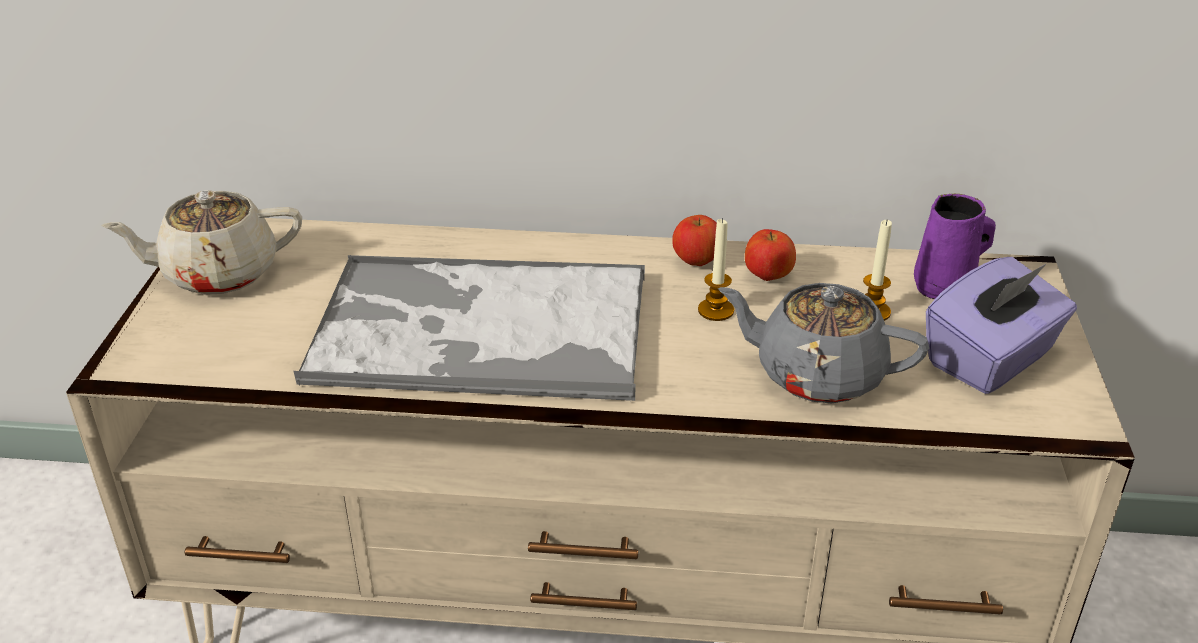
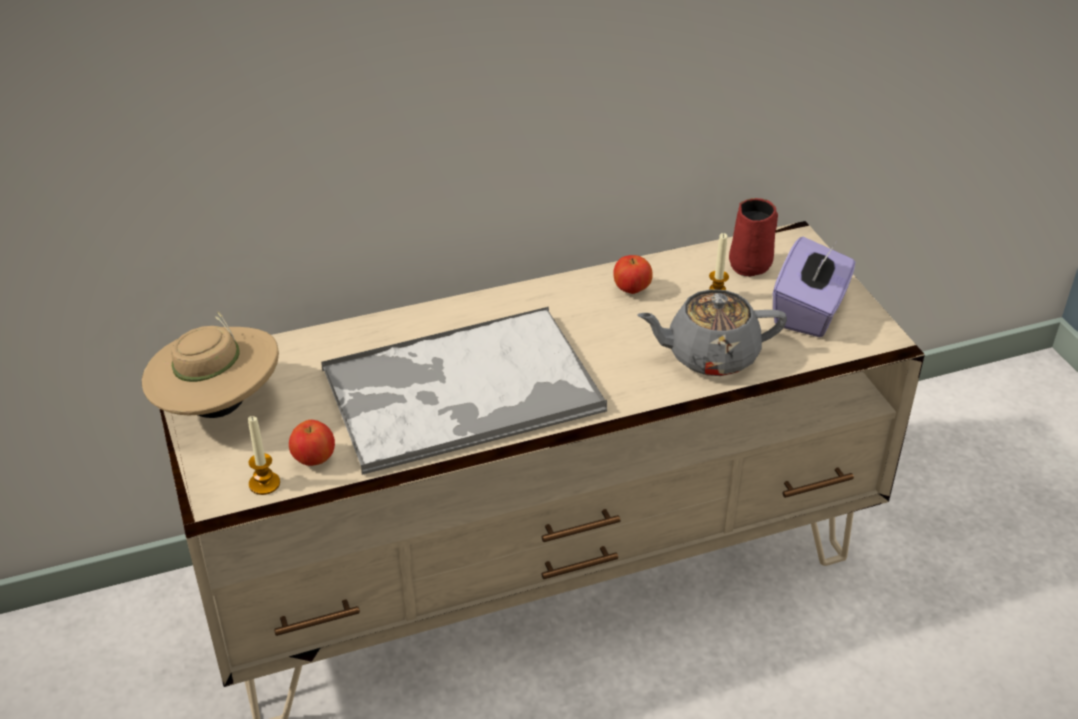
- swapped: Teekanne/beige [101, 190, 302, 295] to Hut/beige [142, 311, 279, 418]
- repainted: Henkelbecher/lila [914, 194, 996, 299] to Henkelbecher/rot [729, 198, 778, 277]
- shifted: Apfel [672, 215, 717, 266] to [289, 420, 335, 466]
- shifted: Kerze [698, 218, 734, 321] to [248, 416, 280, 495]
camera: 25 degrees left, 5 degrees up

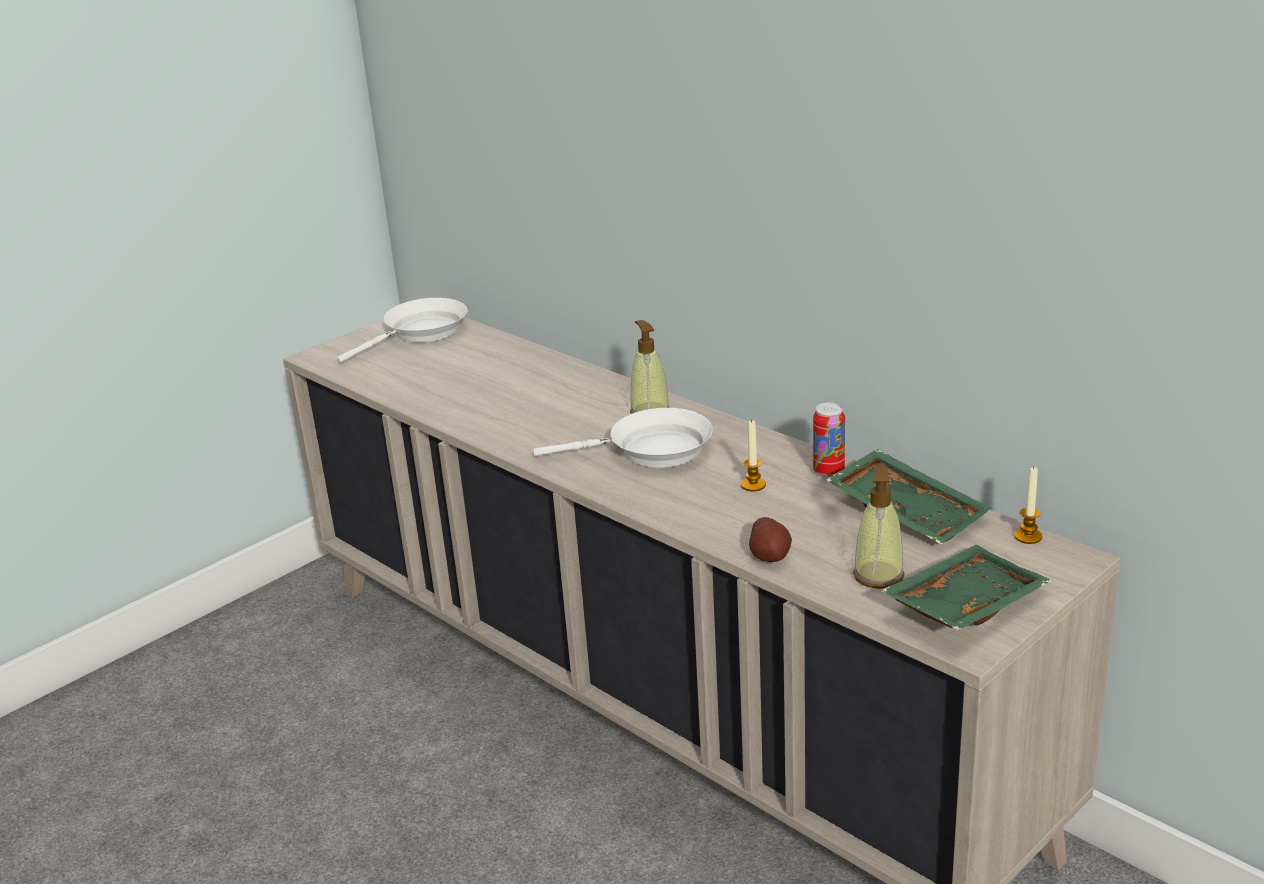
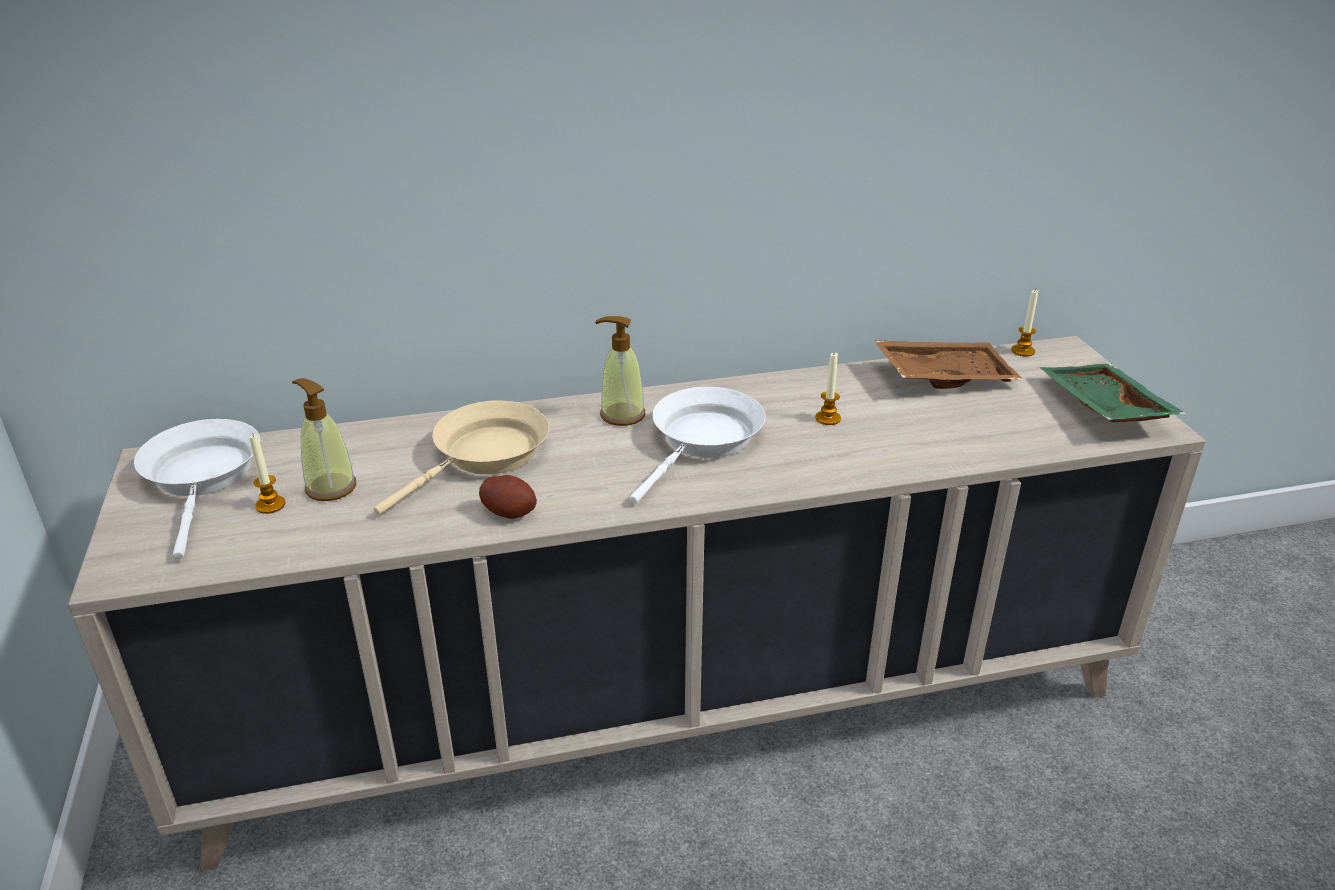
- gone: Dose [813, 403, 845, 478]
- repainted: Tablett/grün [826, 449, 991, 544] to Tablett/braun [874, 340, 1023, 389]
- shifted: Seifenspender [853, 463, 905, 589] to [292, 378, 357, 501]
- shifted: Kartoffel [749, 517, 792, 562] to [479, 475, 537, 519]
- new: Pfanne/beige [373, 401, 549, 515]
- new: Kerze [249, 433, 286, 514]
camera: 60 degrees left, 5 degrees up

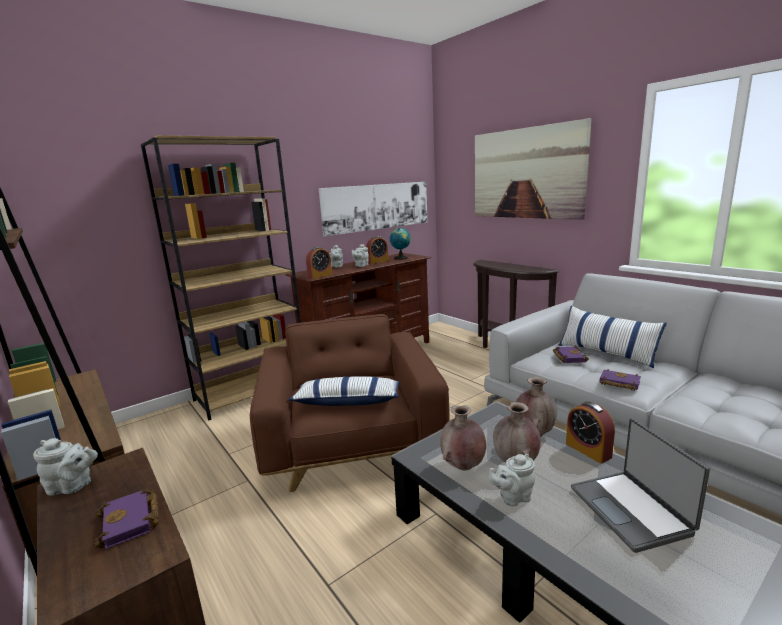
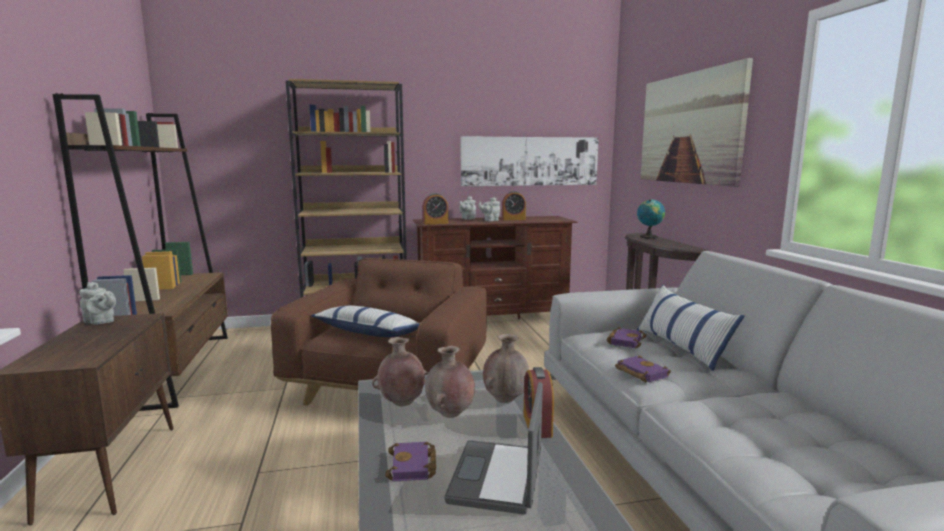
- shifted: Globus [390, 228, 411, 260] to [637, 199, 665, 239]
- gone: Teekanne/grau [489, 454, 535, 506]
- shifted: Buch/lila [94, 490, 159, 549] to [385, 442, 436, 481]
camera: 25 degrees right, 5 degrees down

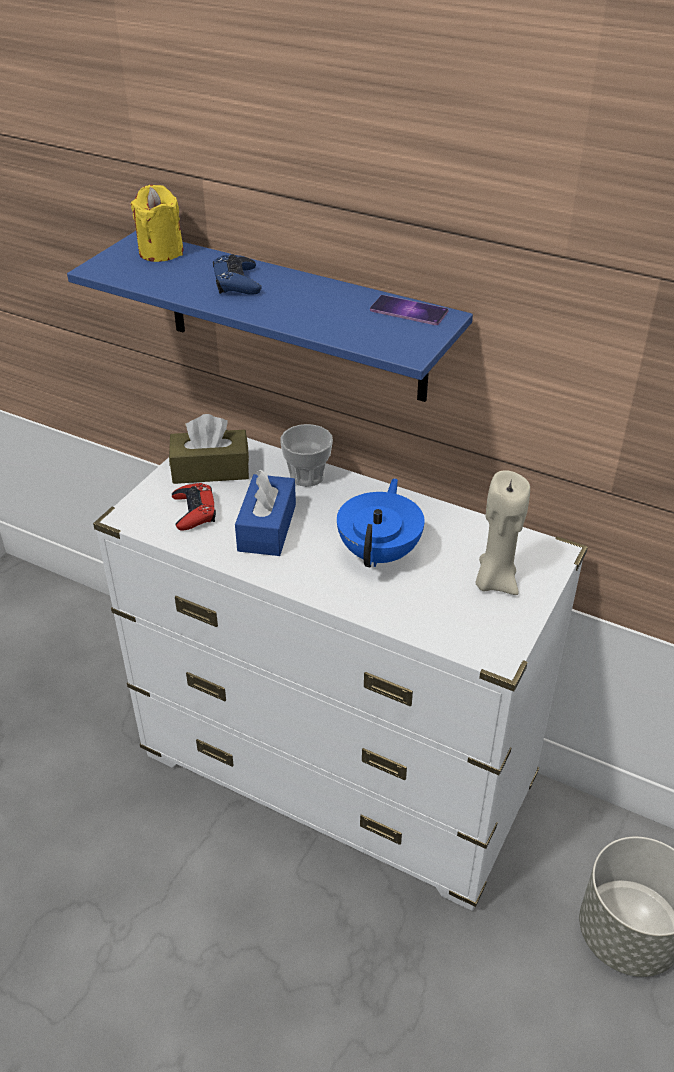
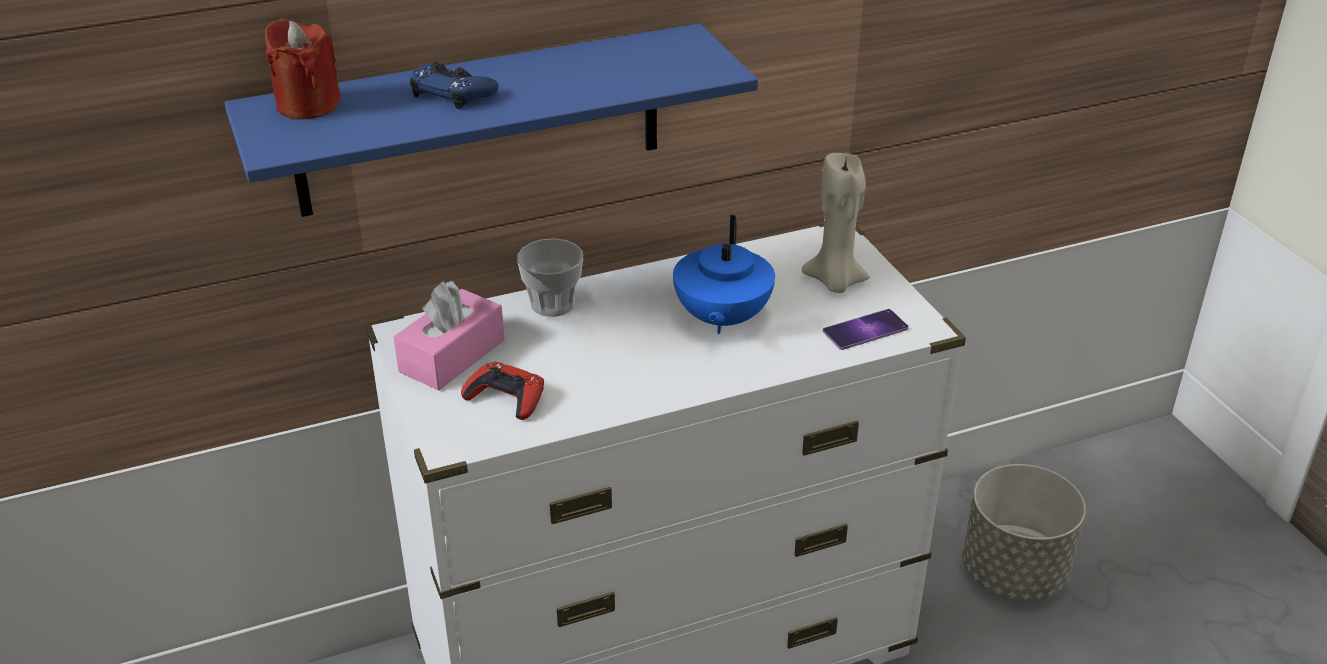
- repainted: Kerze/gelb [130, 185, 184, 262] to Kerze/rot [265, 18, 341, 120]
- shifted: Handy [370, 295, 449, 325] to [823, 309, 908, 350]
- repainted: Taschentuchbox/braun [169, 414, 249, 484] to Taschentuchbox/rosa [394, 281, 505, 390]
- gone: Taschentuchbox/blau [235, 469, 296, 556]
- rotated: Teekanne/blau [337, 478, 425, 567] = [673, 215, 775, 334] 135 degrees counterclockwise
camera: 50 degrees left, 5 degrees down

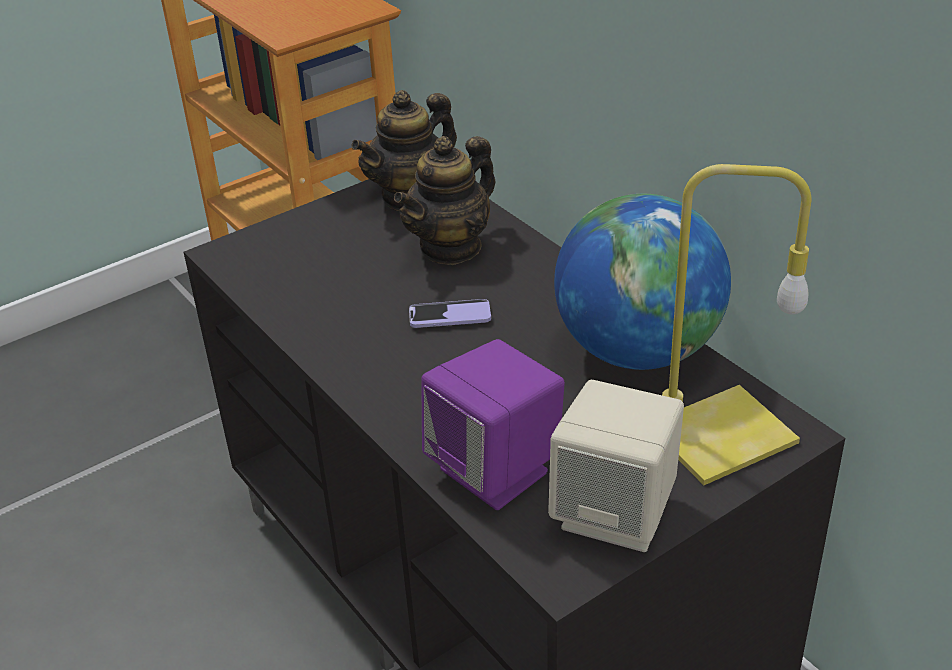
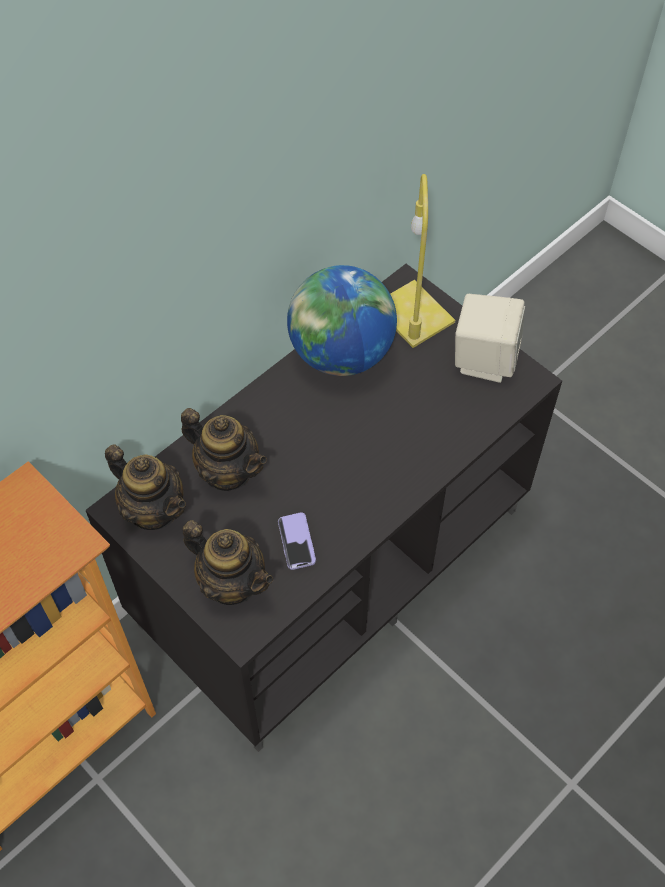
- shifted: Handy [409, 299, 491, 328] to [278, 512, 316, 570]
- gone: Lautsprecher/lila [421, 339, 565, 510]
- new: Teekanne [183, 520, 273, 605]
camera: 100 degrees left, 20 degrees up

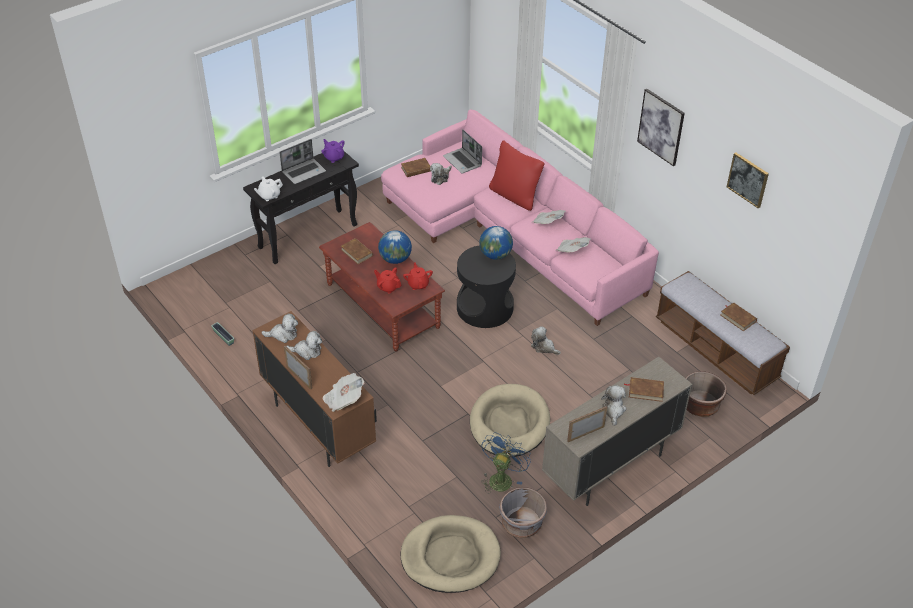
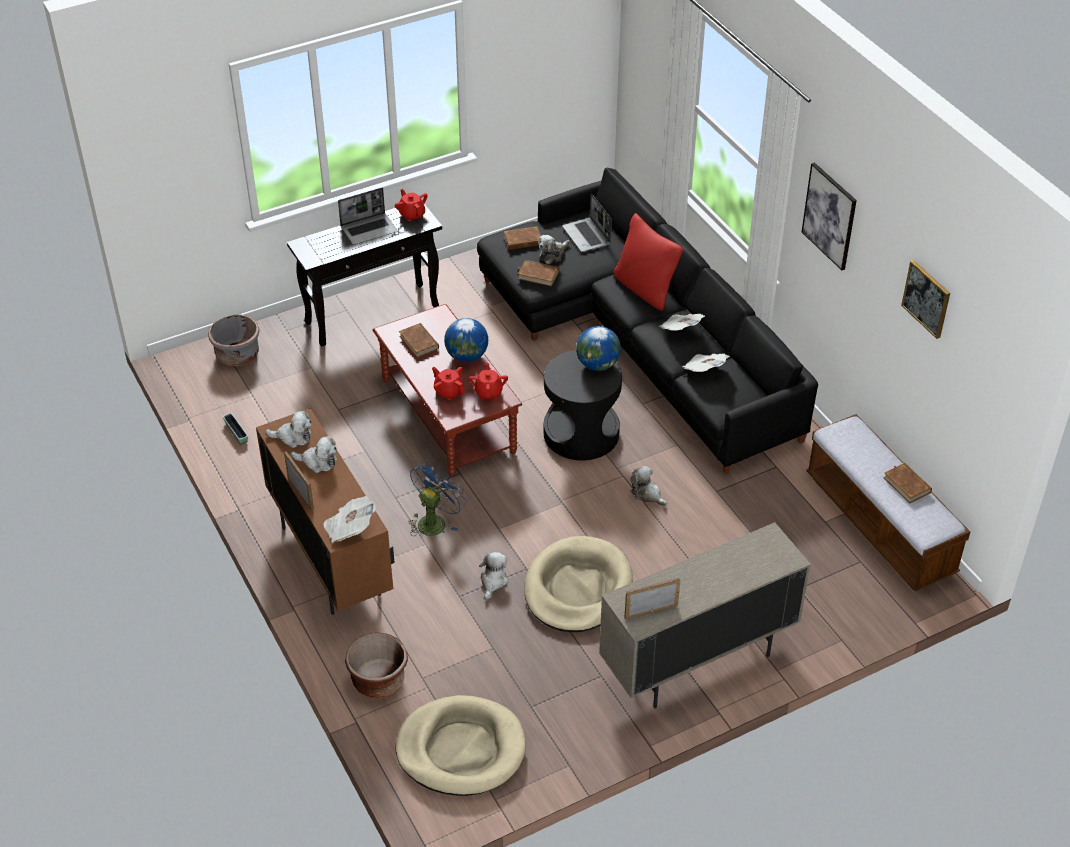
- repainted: Sofa/rosa [381, 110, 659, 326] to Sofa/schwarz [477, 168, 818, 475]
- repainted: Teekanne/lila [321, 139, 345, 163] to Teekanne/rot [395, 189, 428, 221]
- gone: Teekanne/weiß [254, 176, 283, 201]
- shifted: Pflanzkübel/braun [686, 371, 727, 417] to [345, 633, 408, 698]
- shifted: Buch/braun [624, 377, 664, 402] to [517, 260, 559, 287]
- shifted: Plüschtier [601, 385, 626, 426] to [479, 552, 509, 600]
- shifted: Ventilator/blau [481, 432, 531, 494] to [409, 461, 467, 536]
- shifted: Pflanzkübel/grau [499, 487, 547, 538] to [208, 315, 259, 366]
camera: 10 degrees right, 0 degrees up

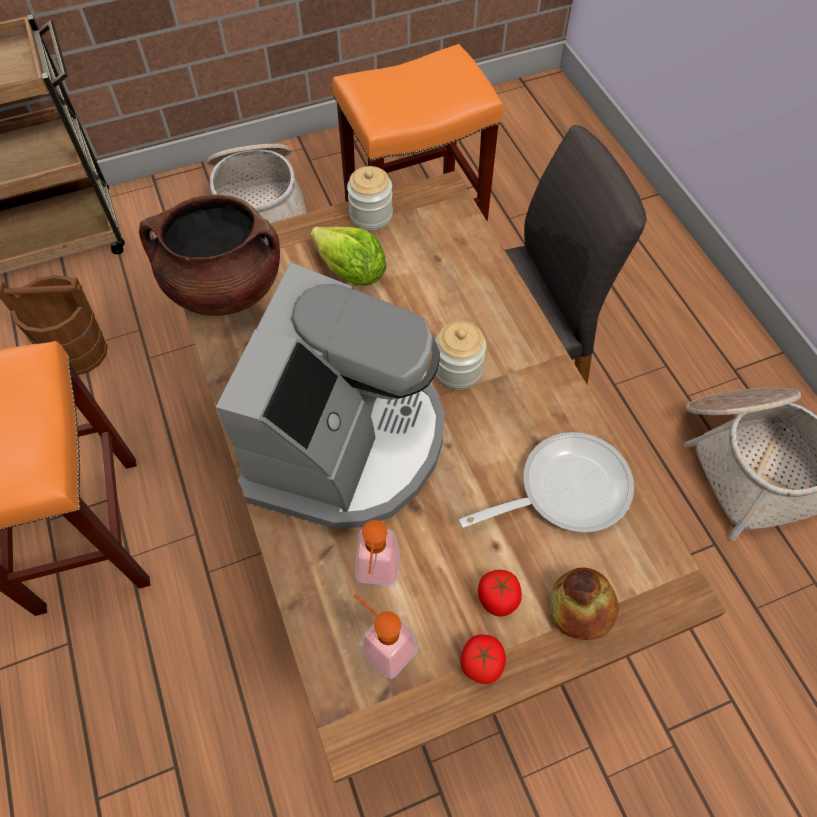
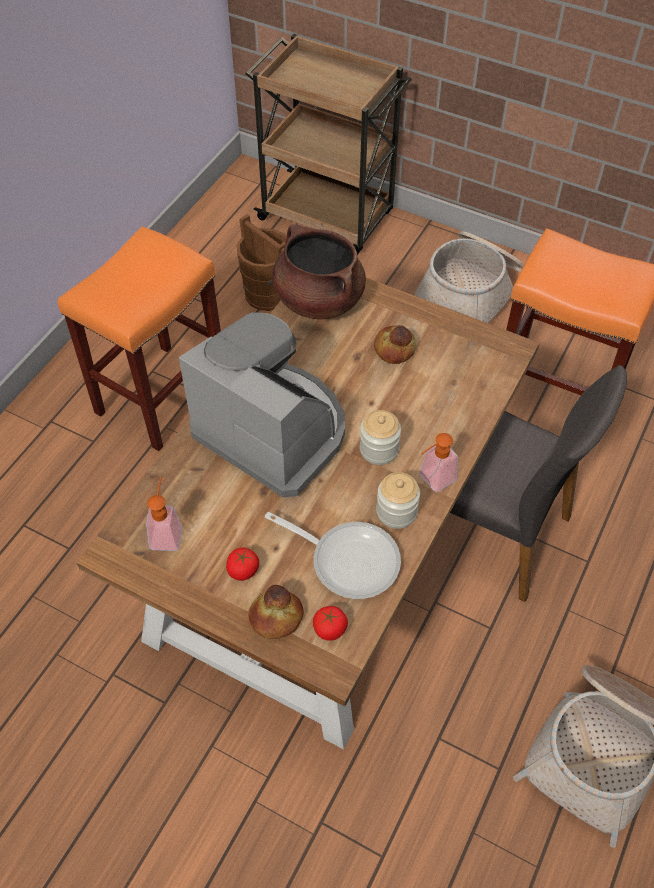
- shifted: Vorratsglas [347, 166, 393, 231] to [376, 472, 420, 529]
- swapped: Salatkopf [311, 227, 386, 285] to Brot [374, 325, 416, 364]
- rotated: Kaffeemaschine [216, 262, 445, 529] = [179, 312, 345, 498] 120 degrees counterclockwise
- shifted: Seifenspender [355, 520, 400, 585] to [420, 433, 458, 492]
- shifted: Tomate [460, 635, 506, 684] to [313, 606, 348, 641]
camera: 50 degrees right, 5 degrees down

